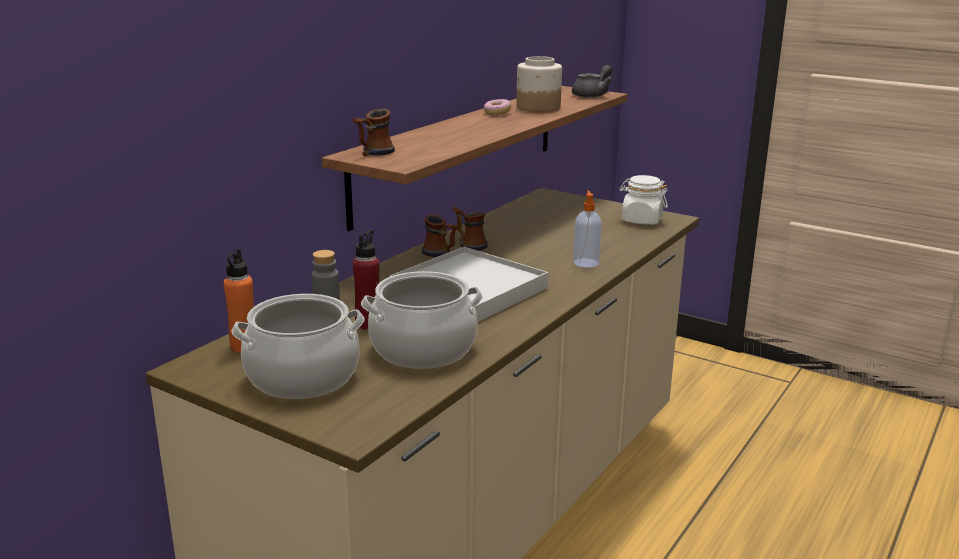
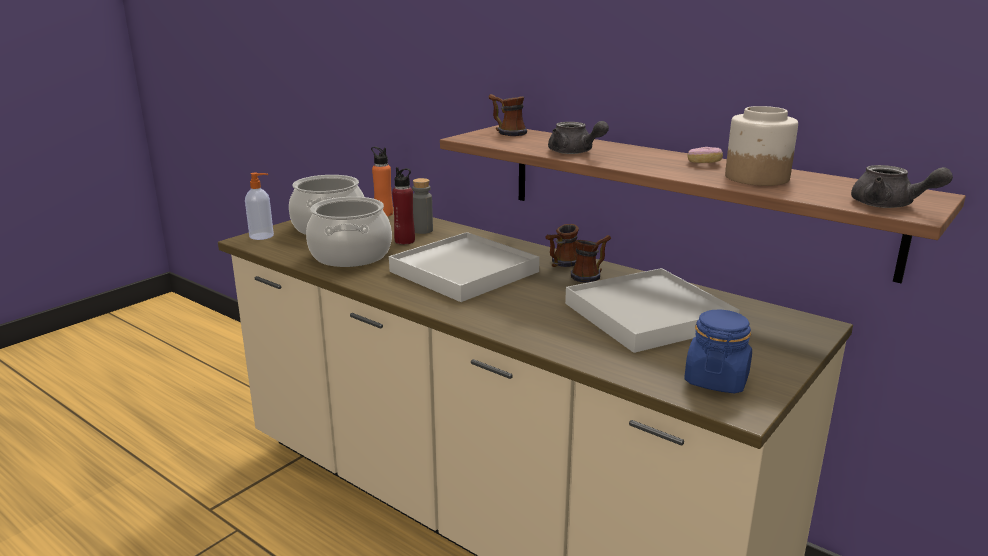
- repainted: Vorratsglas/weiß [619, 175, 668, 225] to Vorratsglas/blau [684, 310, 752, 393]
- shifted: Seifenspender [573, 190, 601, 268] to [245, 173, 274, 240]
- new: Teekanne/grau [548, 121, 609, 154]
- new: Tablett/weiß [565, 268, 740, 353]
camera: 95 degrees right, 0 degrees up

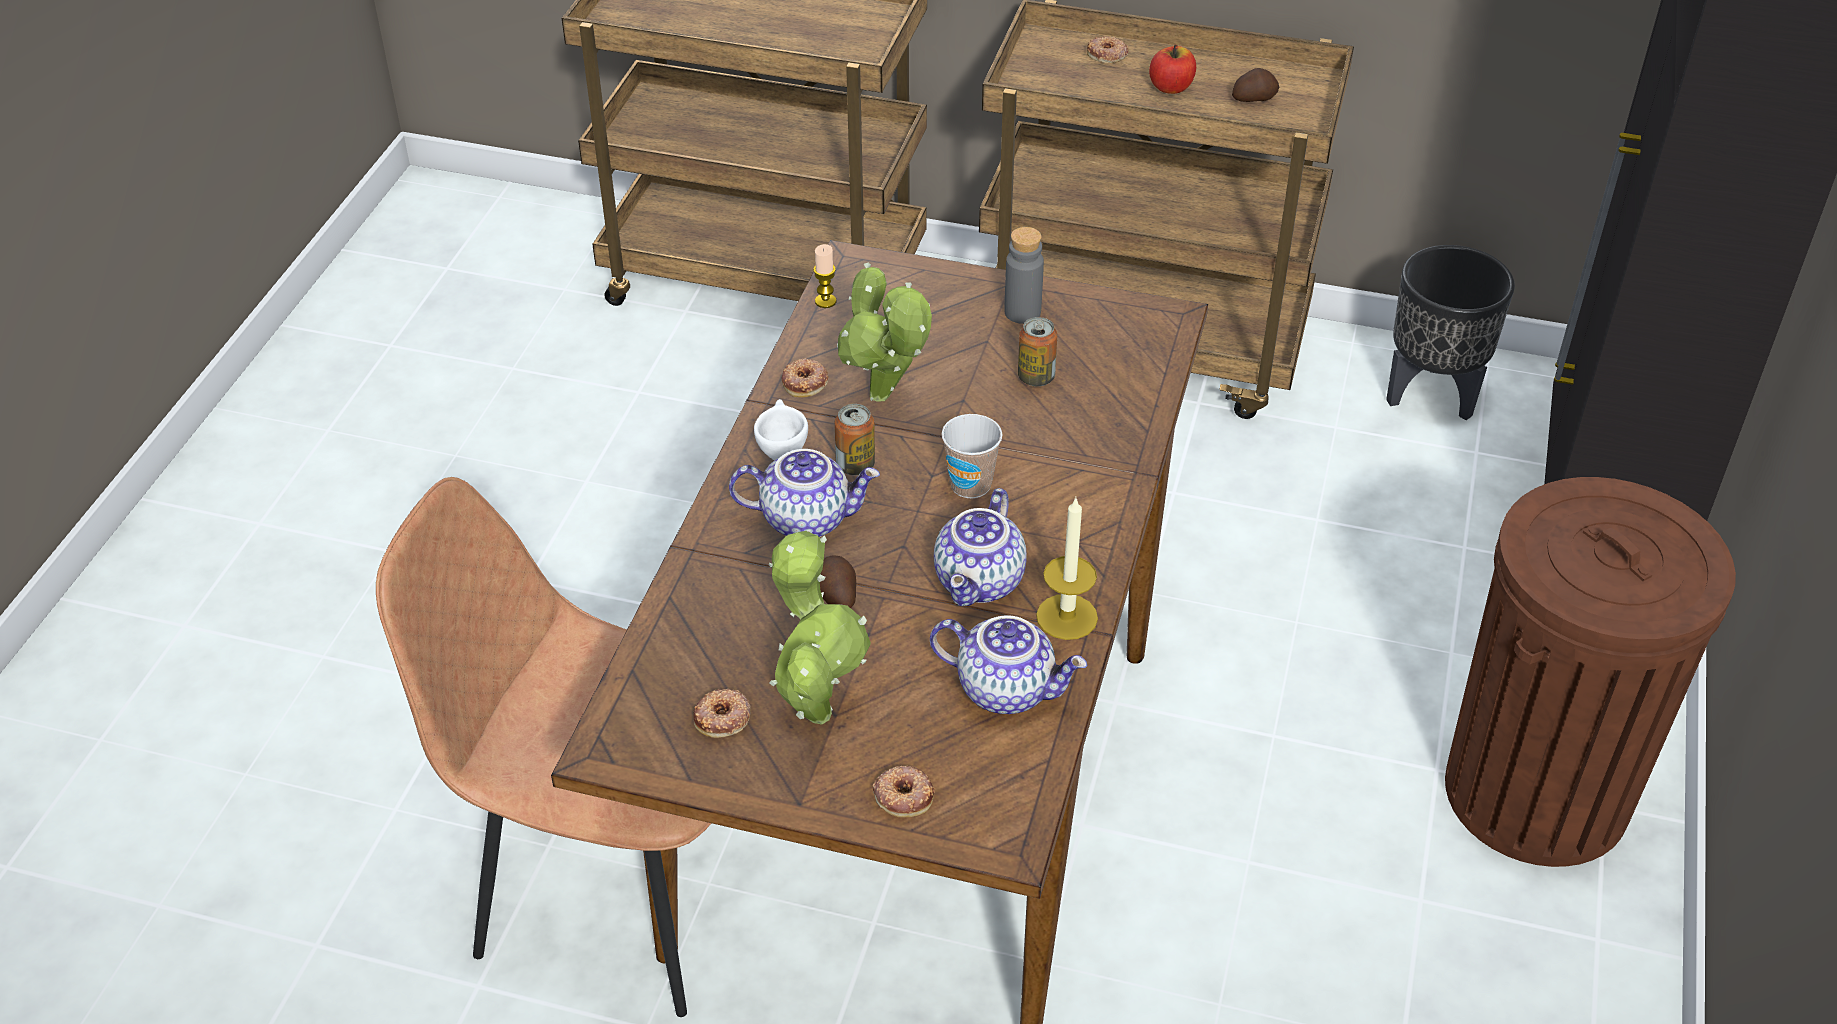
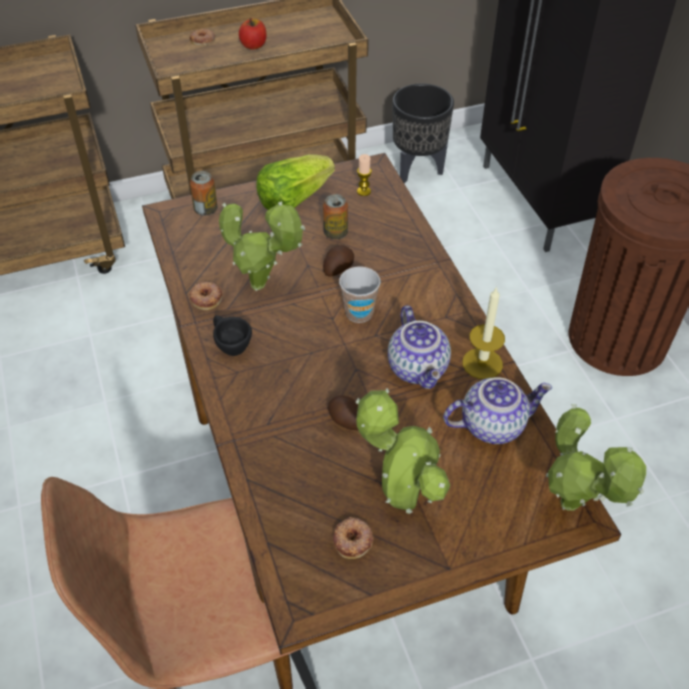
- shifted: Kartoffel [1232, 68, 1279, 102] to [323, 245, 354, 276]
- swapped: Flasche/grau [1004, 227, 1044, 324] to Salatkopf [256, 154, 335, 210]
- shifted: Kerze [813, 244, 837, 308] to [357, 154, 372, 196]
- repainted: Tasse/weiß [754, 399, 808, 460] to Tasse/schwarz [213, 315, 252, 356]
- shifted: Dose [835, 404, 875, 475] to [190, 171, 217, 216]
- gone: Teekanne [729, 449, 880, 537]
- gone: Donut [873, 765, 935, 817]
- new: Topfpflanze [546, 404, 646, 511]
camera: 35 degrees left, 5 degrees up

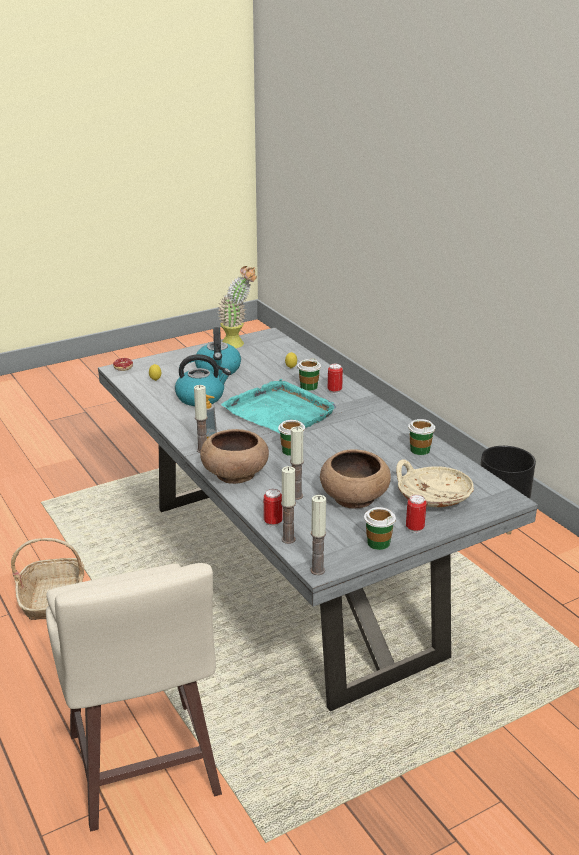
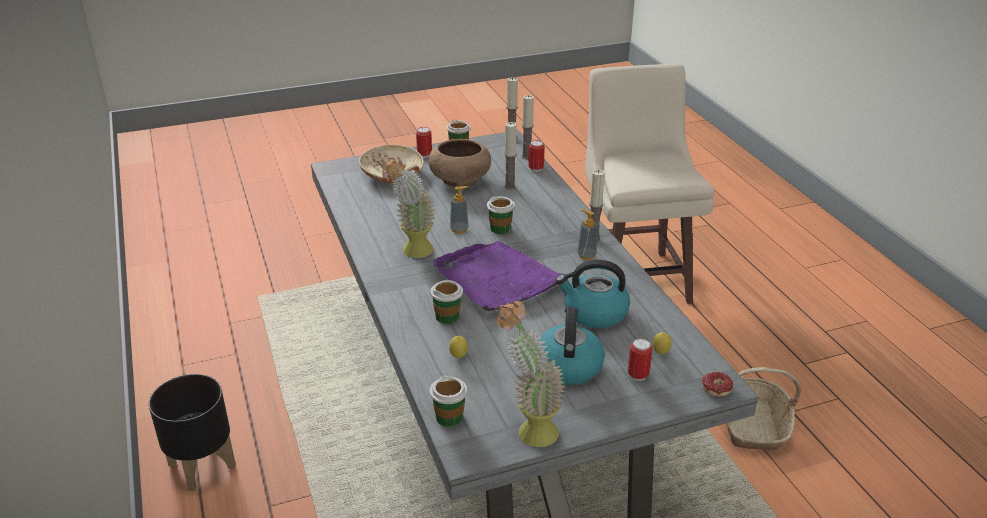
- shifted: Dose [328, 364, 343, 394] to [628, 338, 653, 381]
- repainted: Tablett/türkis [221, 379, 336, 433] to Tablett/lila [433, 241, 566, 312]
- shifted: Tasse [408, 419, 435, 455] to [430, 375, 467, 427]
- gone: Schüssel/braun [200, 429, 269, 484]
- new: Topfpflanze [381, 157, 435, 258]
- new: Seifenspender [450, 186, 468, 234]
camera: 170 degrees left, 5 degrees up

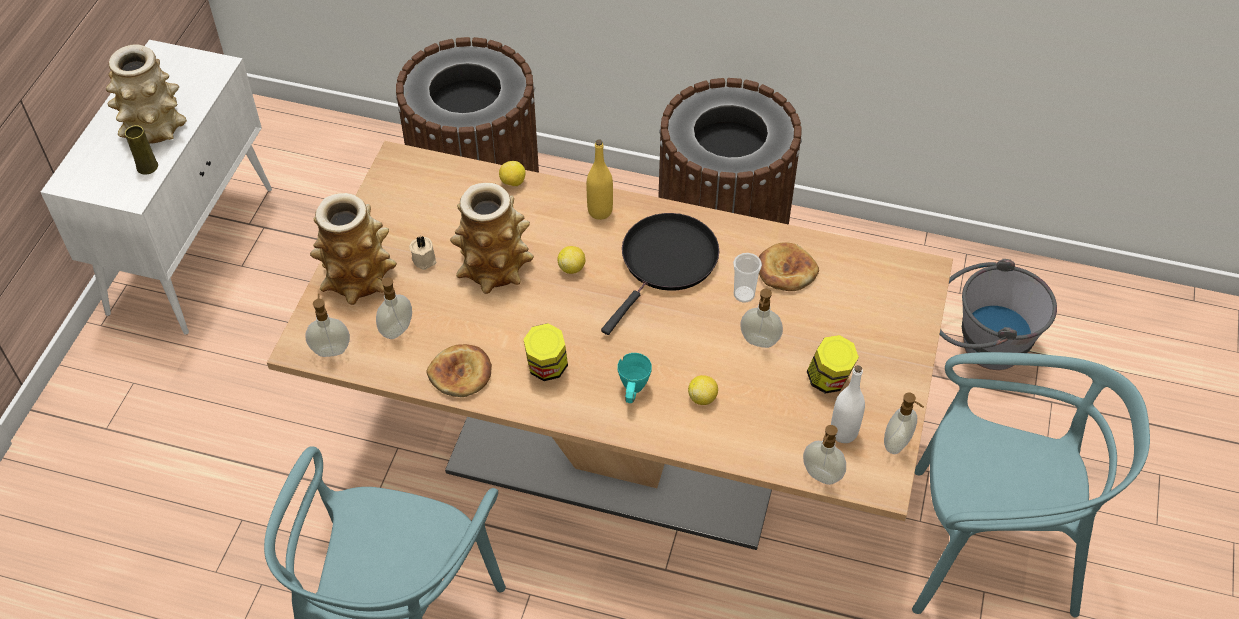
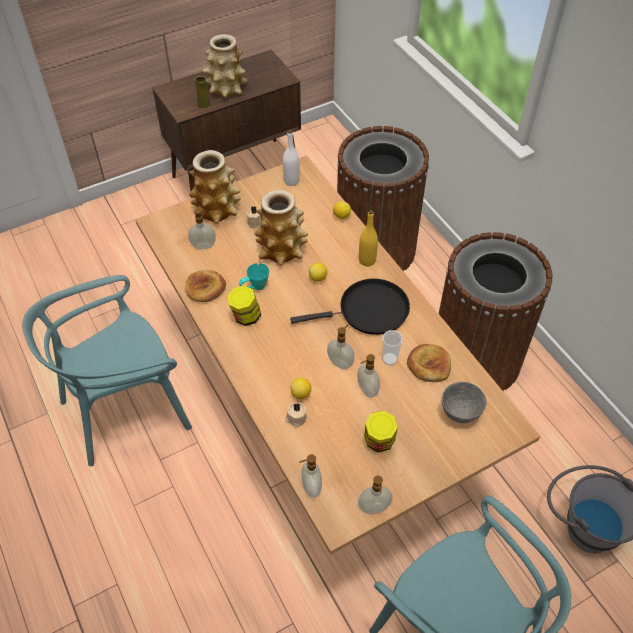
- repainted: Schrank/weiß [41, 40, 272, 335] to Schrank/braun [152, 50, 301, 198]
- shifted: Seifenspender [305, 293, 350, 357] to [327, 325, 355, 369]
- shifted: Henkelbecher/türkis [618, 353, 652, 403] to [239, 263, 269, 290]
- shifted: Flasche/weiß [831, 365, 865, 443] to [283, 130, 300, 186]
- new: Schüssel/grau [442, 382, 487, 423]
- new: Kerze/beige [286, 402, 307, 427]
camera: 45 degrees right, 0 degrees up

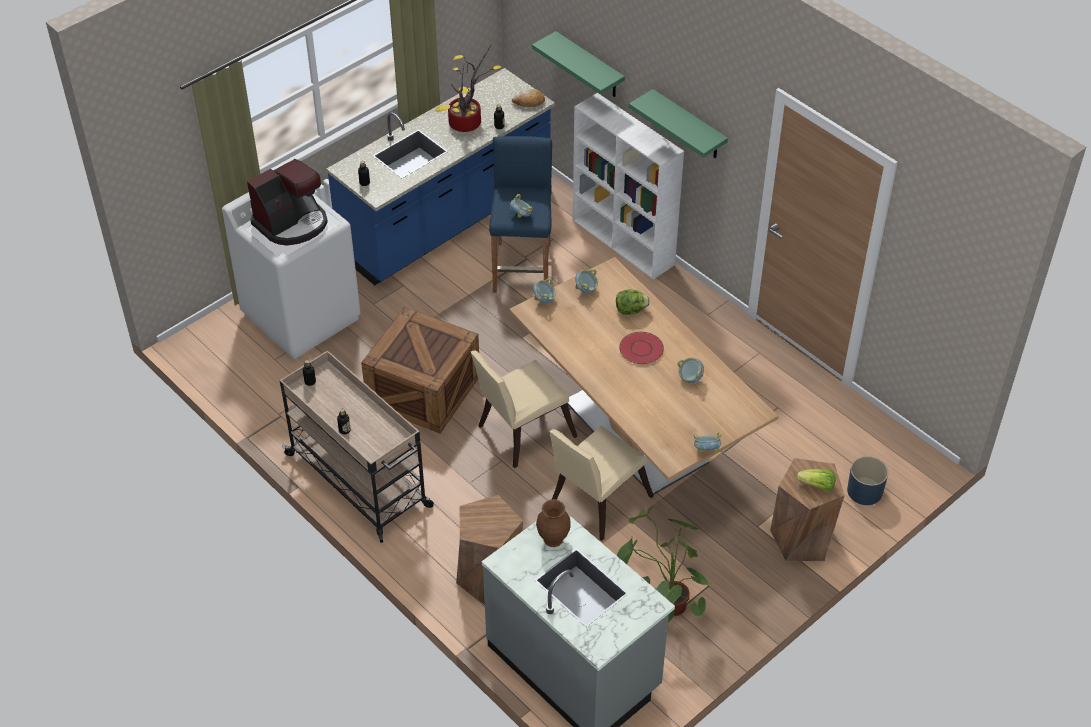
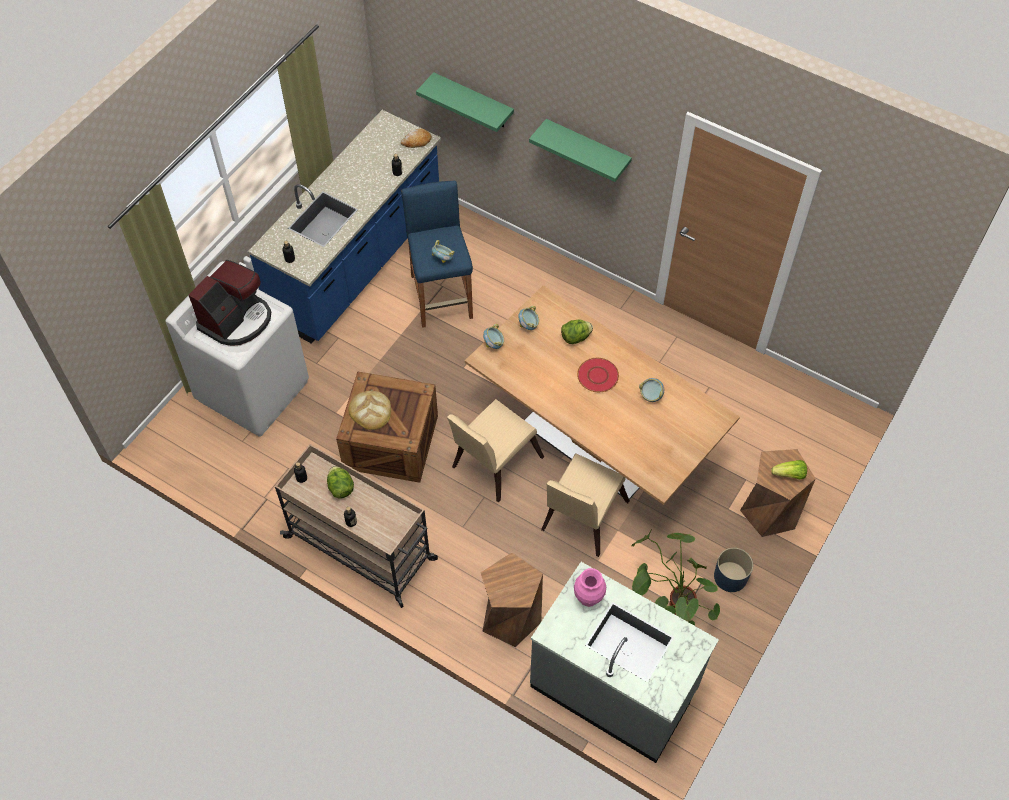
- gone: Topfpflanze [435, 44, 502, 132]
- gone: Bücherregal/weiß [573, 93, 684, 280]
- gone: Schüssel [693, 432, 721, 453]
- shifted: Pflanzkübel/blau [847, 456, 888, 505] to [714, 548, 753, 592]
- repainted: Vase/braun [536, 499, 571, 547] to Vase/rosa [574, 568, 606, 607]
- new: Brot [348, 391, 391, 430]
- new: Salatkopf [327, 466, 354, 499]
camera: 15 degrees left, 10 degrees up

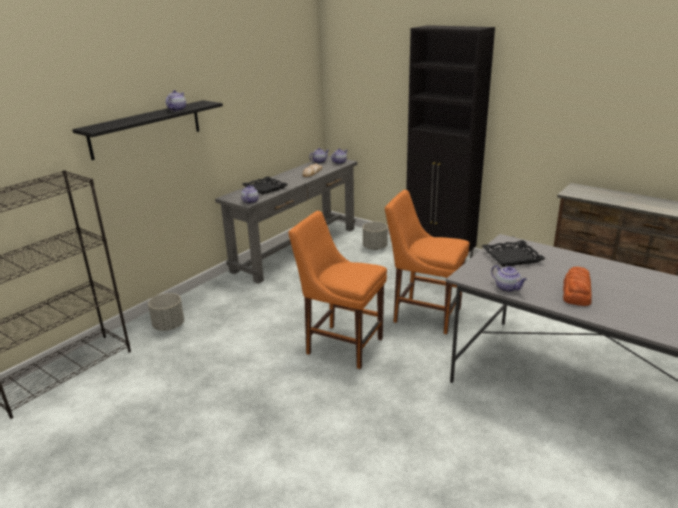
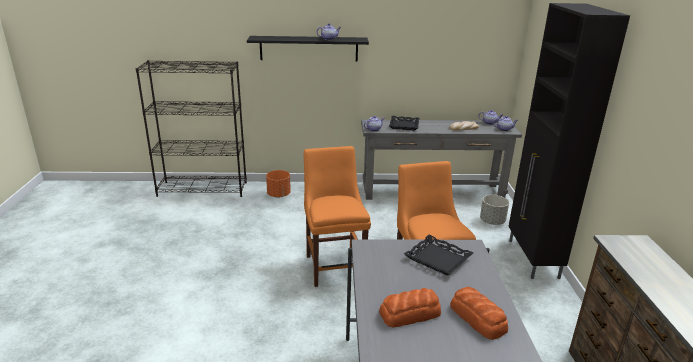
- gone: Teekanne [491, 265, 527, 292]
- repainted: Pflanzkübel/grau [148, 293, 184, 331] to Pflanzkübel/orange [266, 170, 291, 197]
- new: Brot [450, 287, 508, 340]
camera: 50 degrees right, 0 degrees up

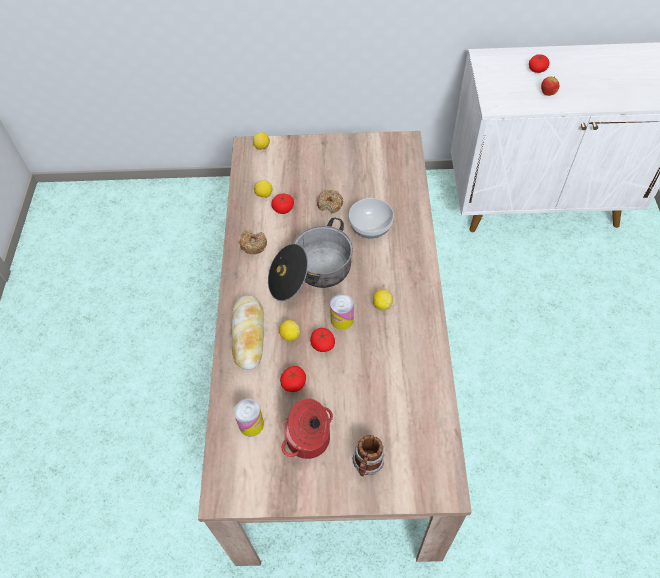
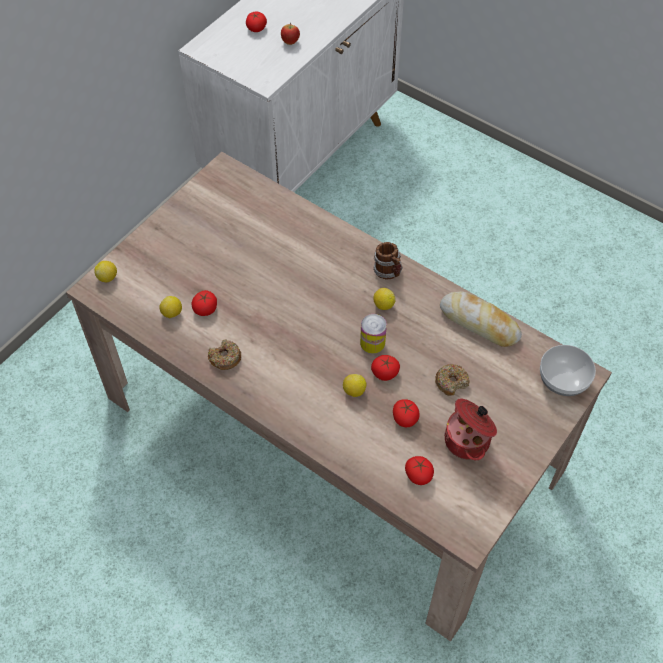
- shifted: Donut [317, 190, 343, 213] to [435, 364, 469, 396]
- shifted: Schüssel [349, 198, 394, 238] to [540, 345, 596, 396]
- gone: Kochtopf [268, 218, 353, 301]
- shifted: Brot [231, 295, 264, 370] to [440, 291, 522, 347]
- swapped: Dose [234, 399, 264, 436] to Tomate [405, 456, 434, 485]
- shifted: Henkelbecher [352, 435, 385, 476] to [373, 242, 403, 279]
camera: 55 degrees left, 0 degrees up

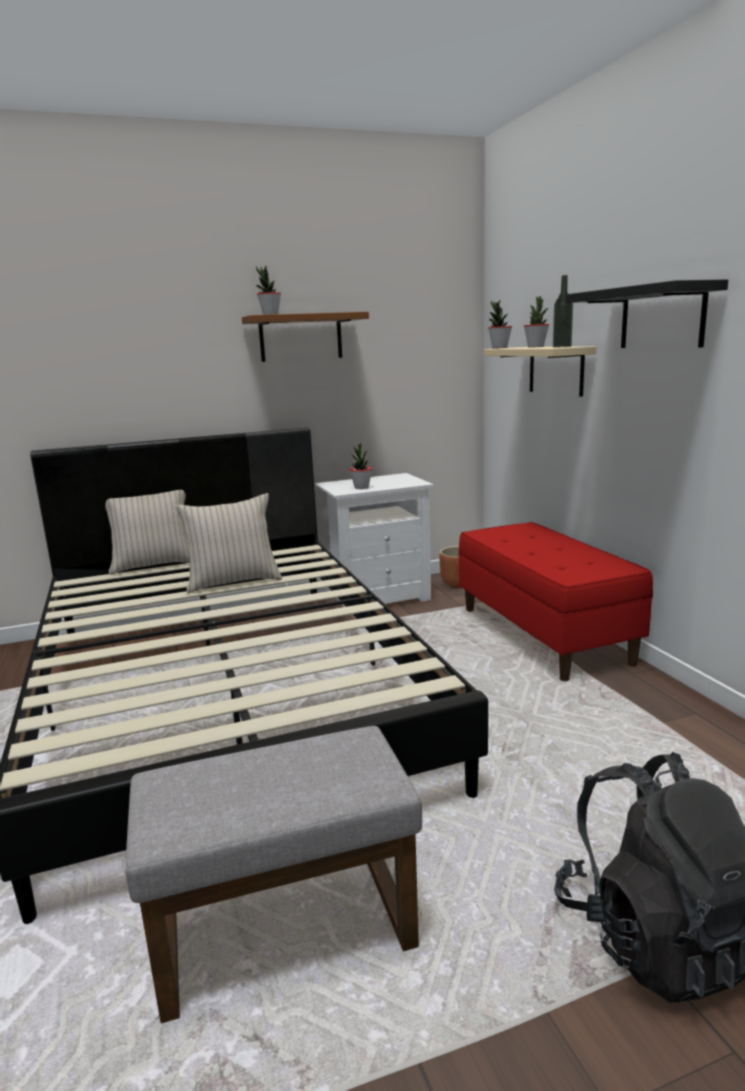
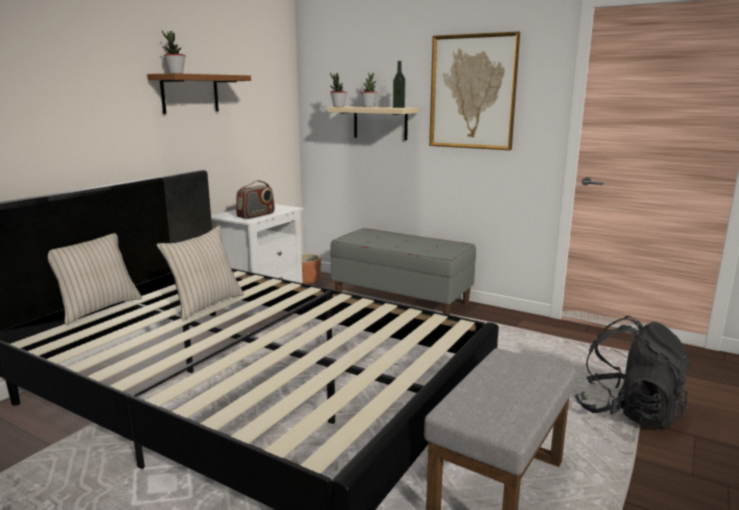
- swapped: Wandregal/schwarz [566, 279, 728, 348] to Bild [429, 31, 520, 150]
- swapped: Topfpflanze [349, 442, 372, 489] to Radio [236, 180, 275, 219]
- repainted: Bank/rot [458, 522, 653, 681] to Bank/grau [330, 228, 476, 315]
camera: 40 degrees left, 0 degrees up

